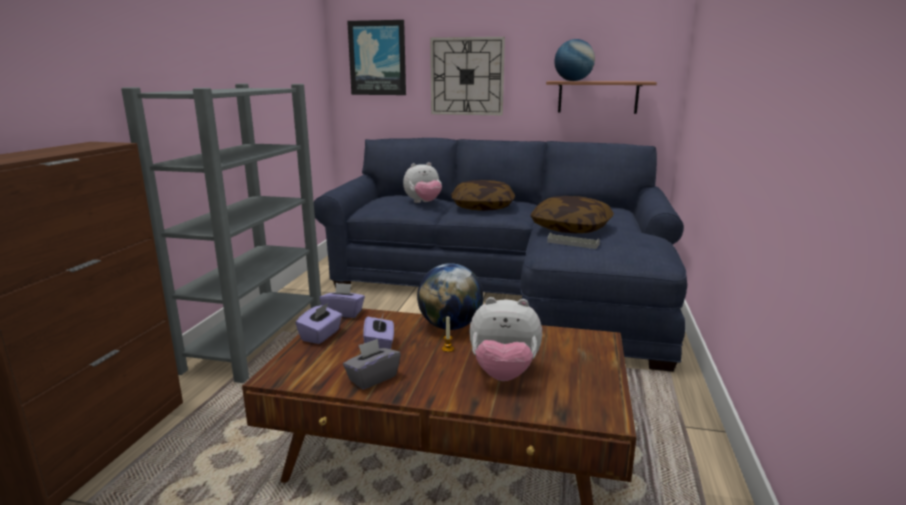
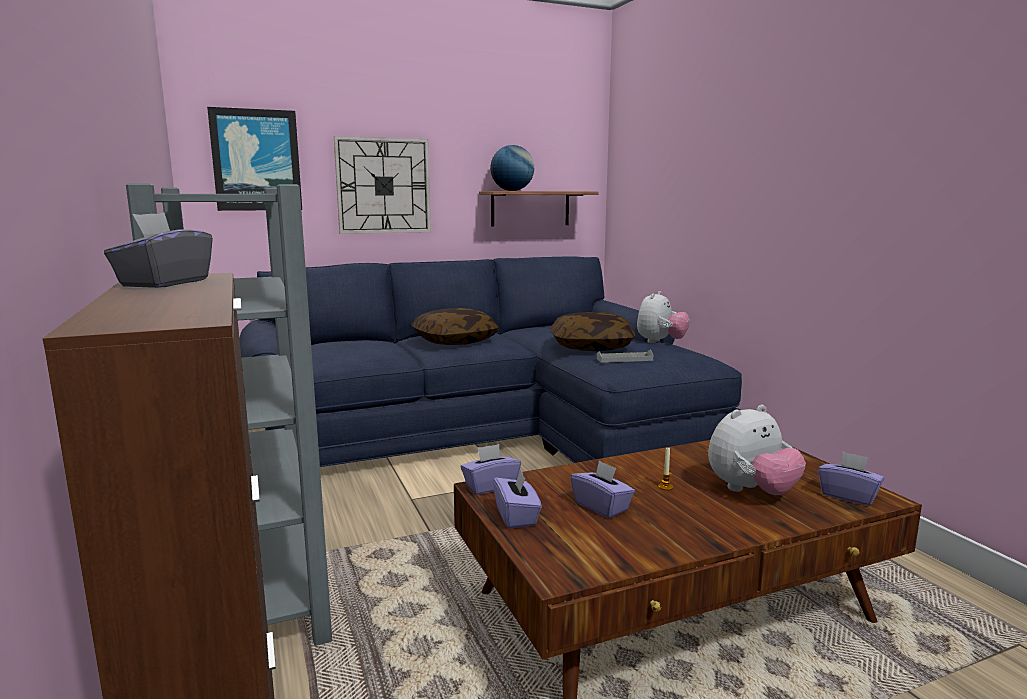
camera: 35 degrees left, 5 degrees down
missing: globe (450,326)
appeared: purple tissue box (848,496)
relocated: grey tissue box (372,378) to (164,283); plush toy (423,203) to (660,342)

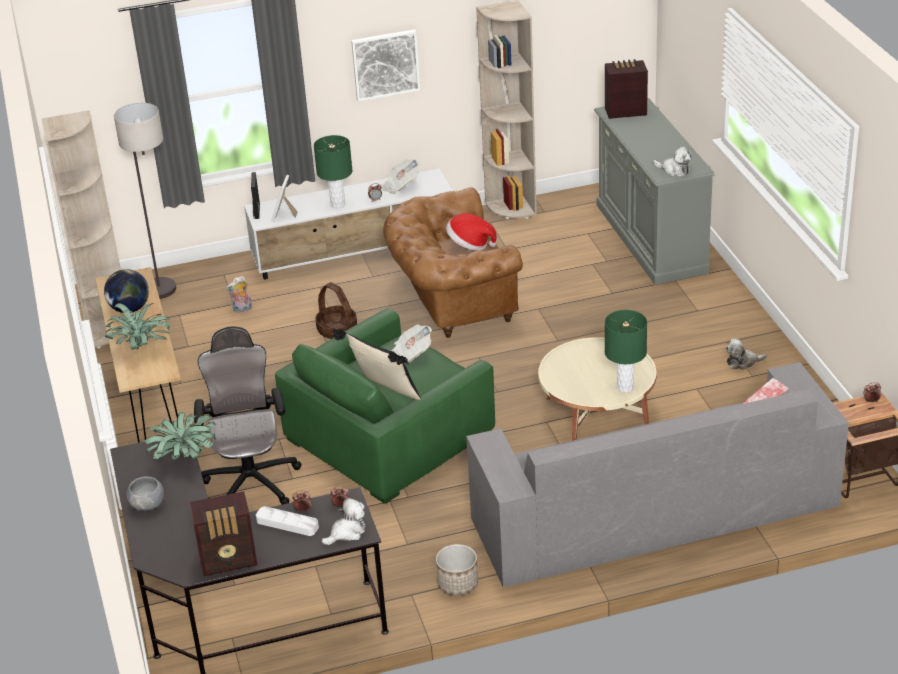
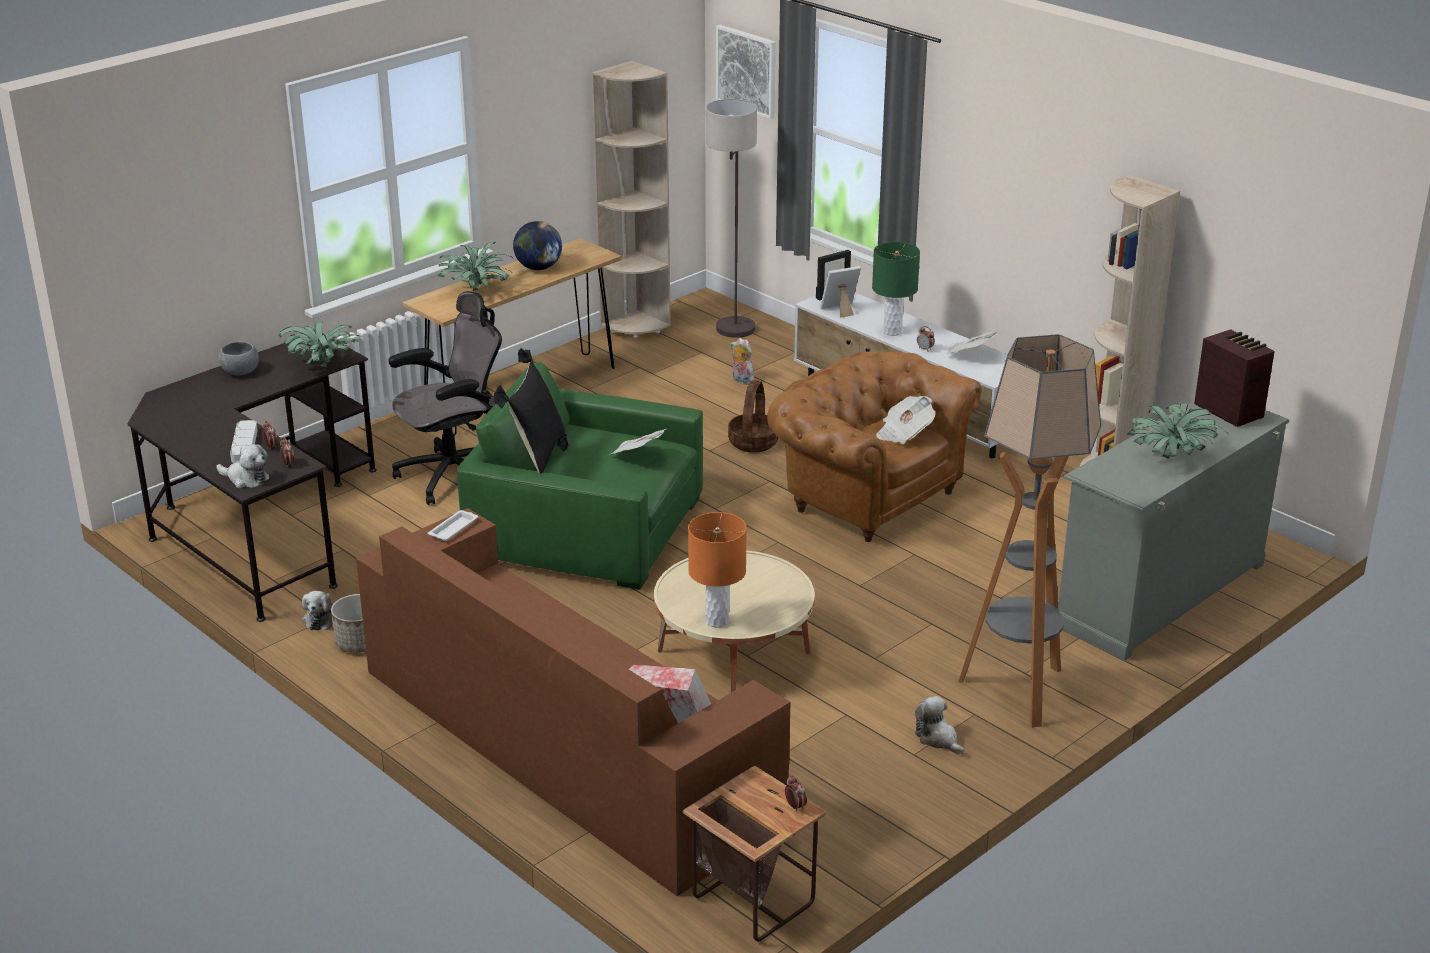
camera: 60 degrees right, 5 degrees down
missing: radio (229,560)
appeared: white tray (454,528); floor lamp (1017,691); potted plant (1171,458)
relocated: picture (385,64) to (747,71); plush toy (674,170) to (321,618)
exchanged: hat (470,244) to newspaper (904,433)
colour: grey sofa (654,512) to brown sofa (565,743); green table lamp (625,387) to orange table lamp (717,621)

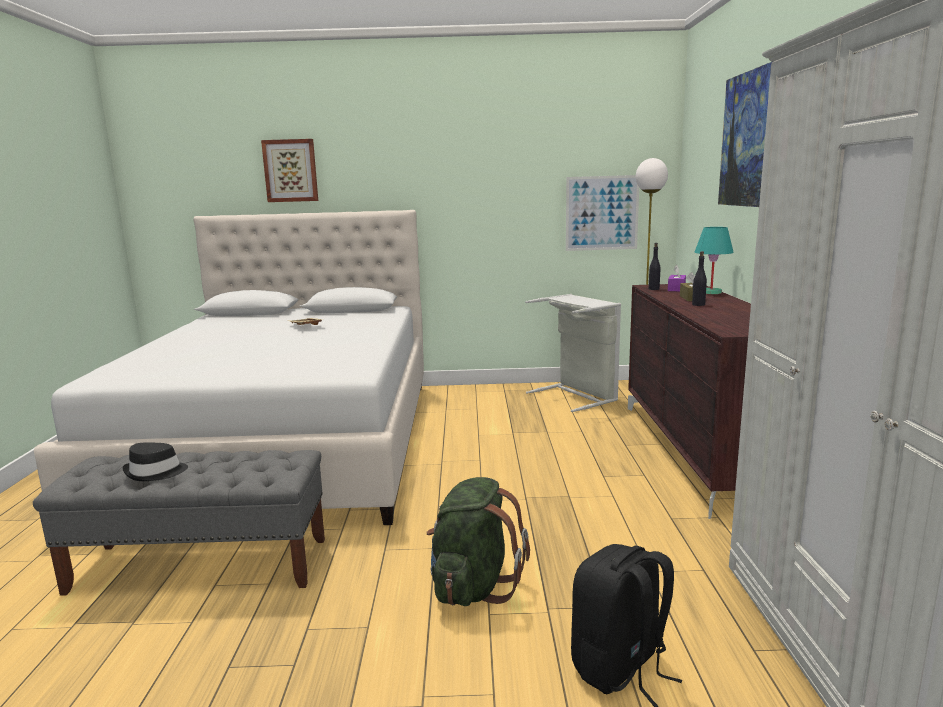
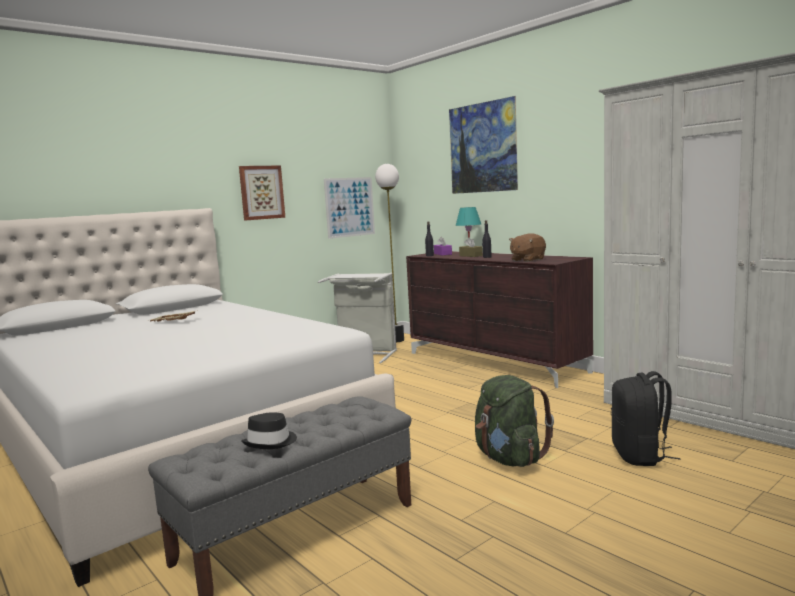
camera: 40 degrees left, 5 degrees down
appeared: brown plush toy (527,260)
relocated: picture (290,171) to (261,192)

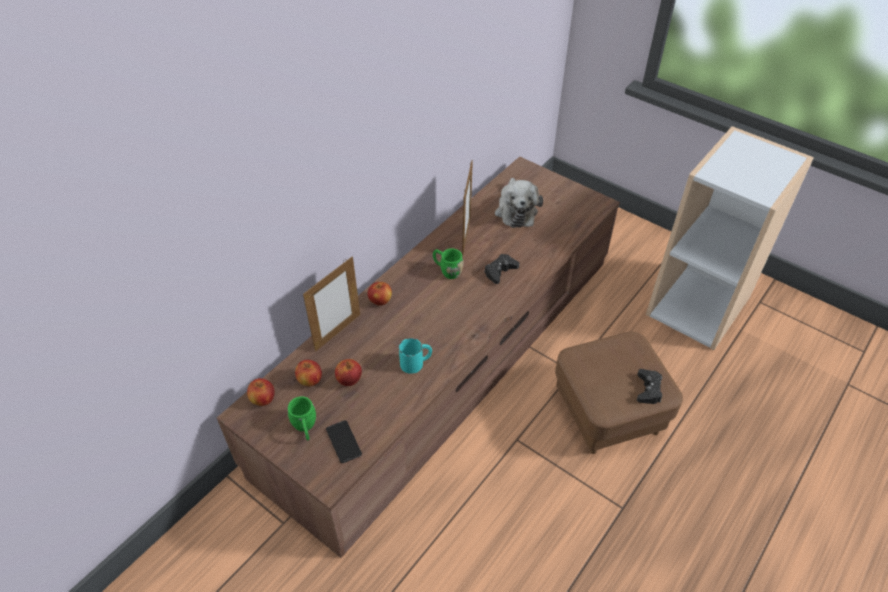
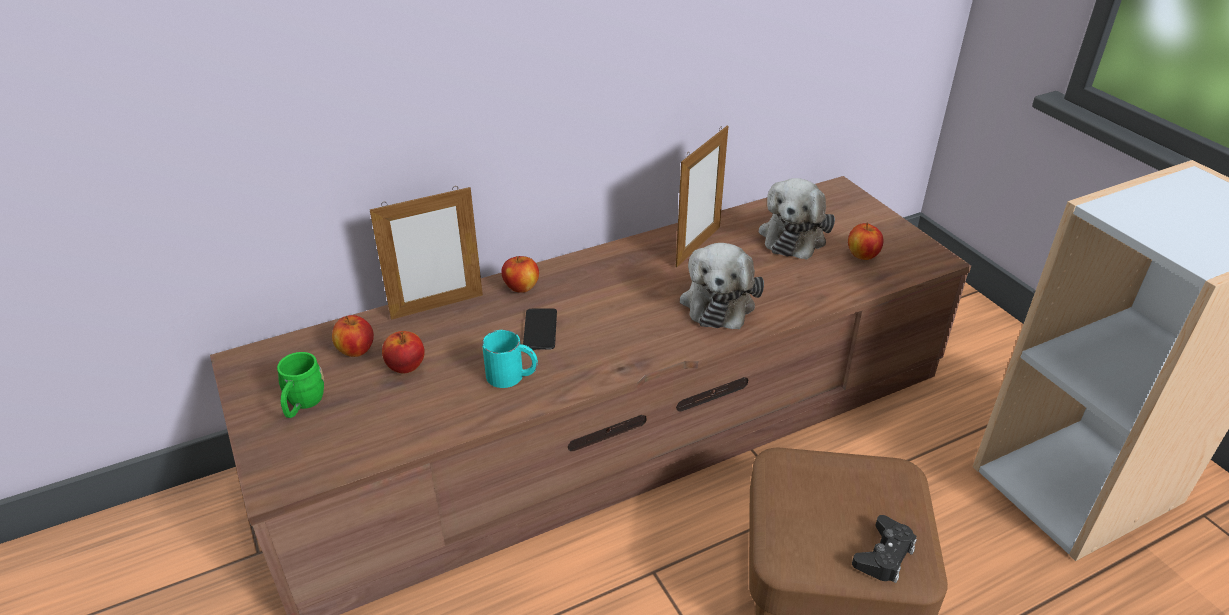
camera: 25 degrees right, 10 degrees down
missing: green mug (447,270)
relocated: apple (263,399) to (862,255); phone (343,442) to (540,330)
exchanged: black game controller (500,271) to plush toy (718,301)

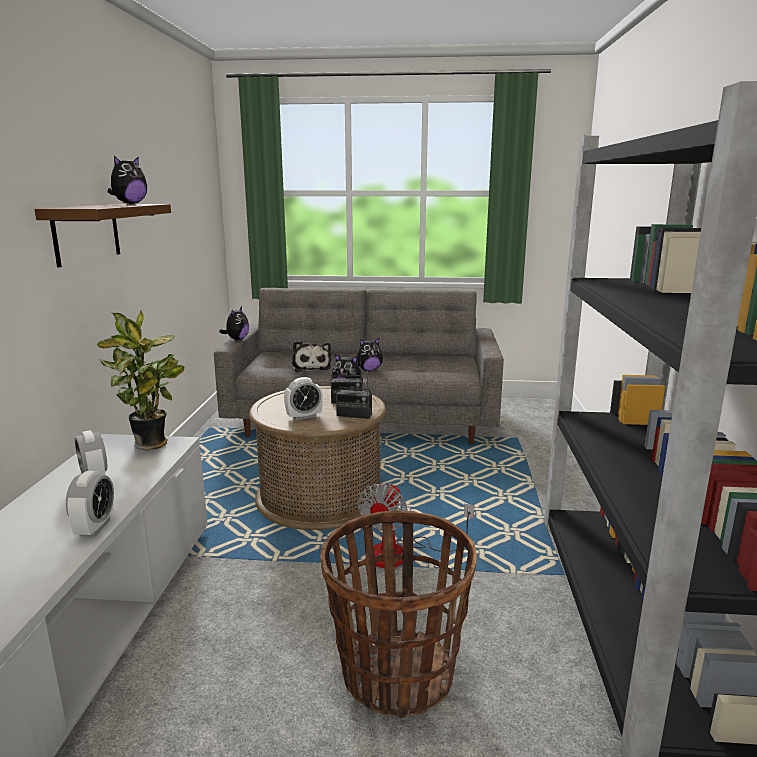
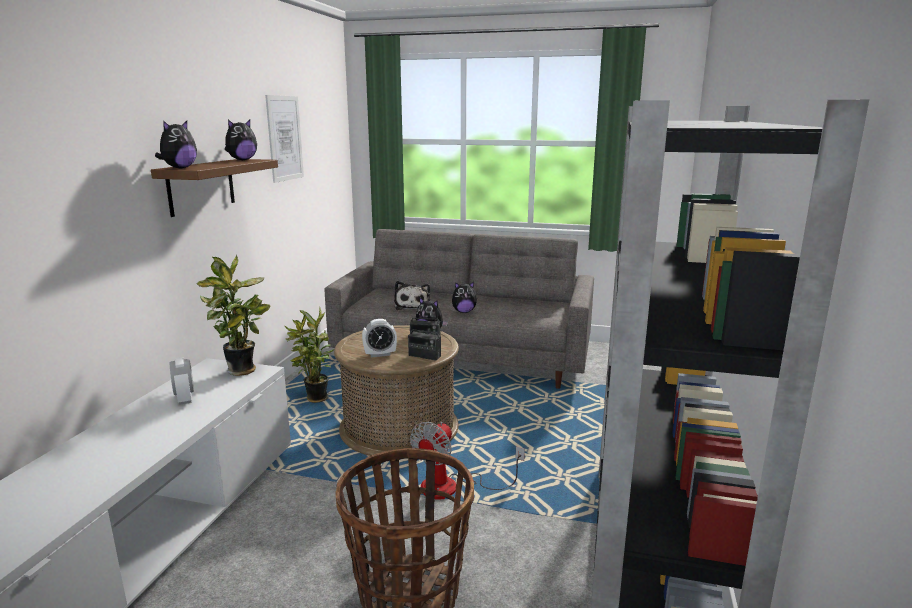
camera: 10 degrees right, 0 degrees up
missing: alarm clock (95,527)
appeared: picture (284,138); potted plant (315,399)
relocated: plush toy (237,339) to (179,168)

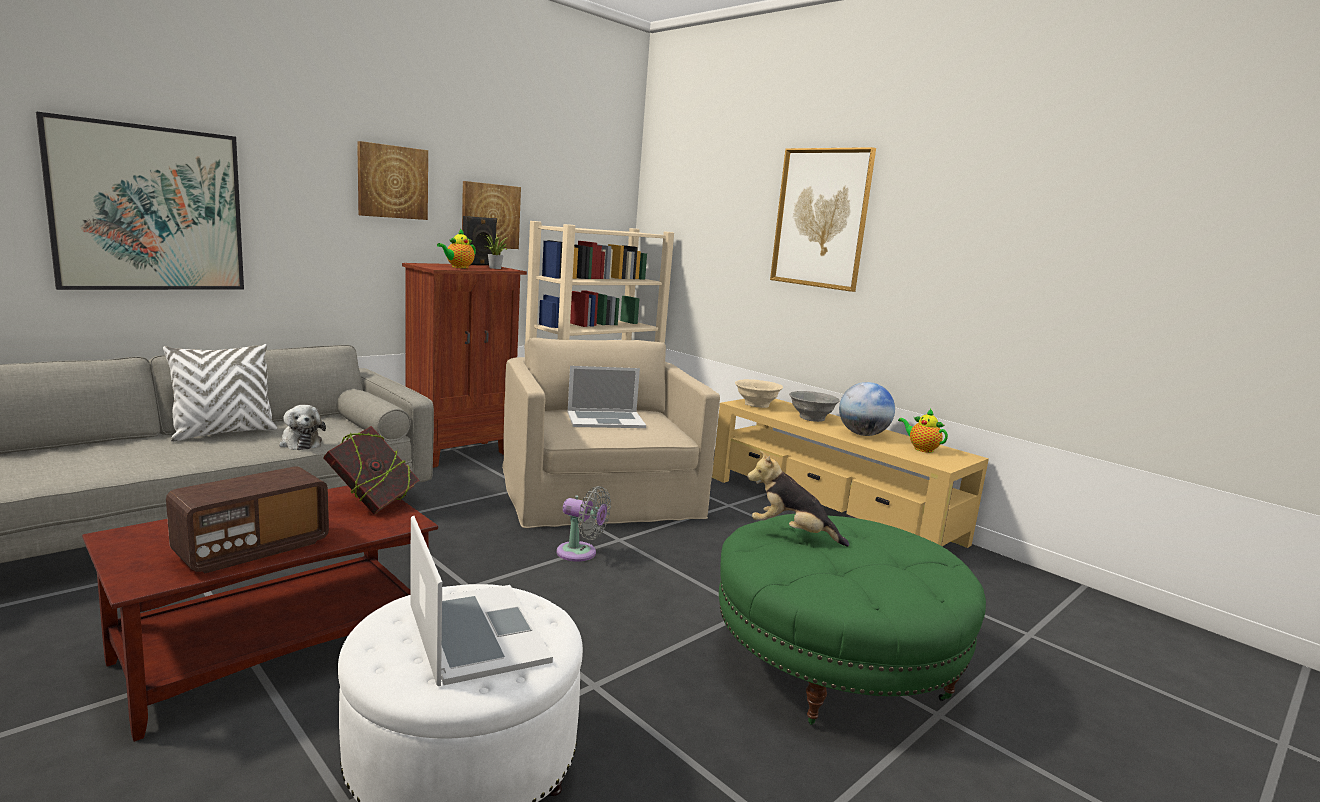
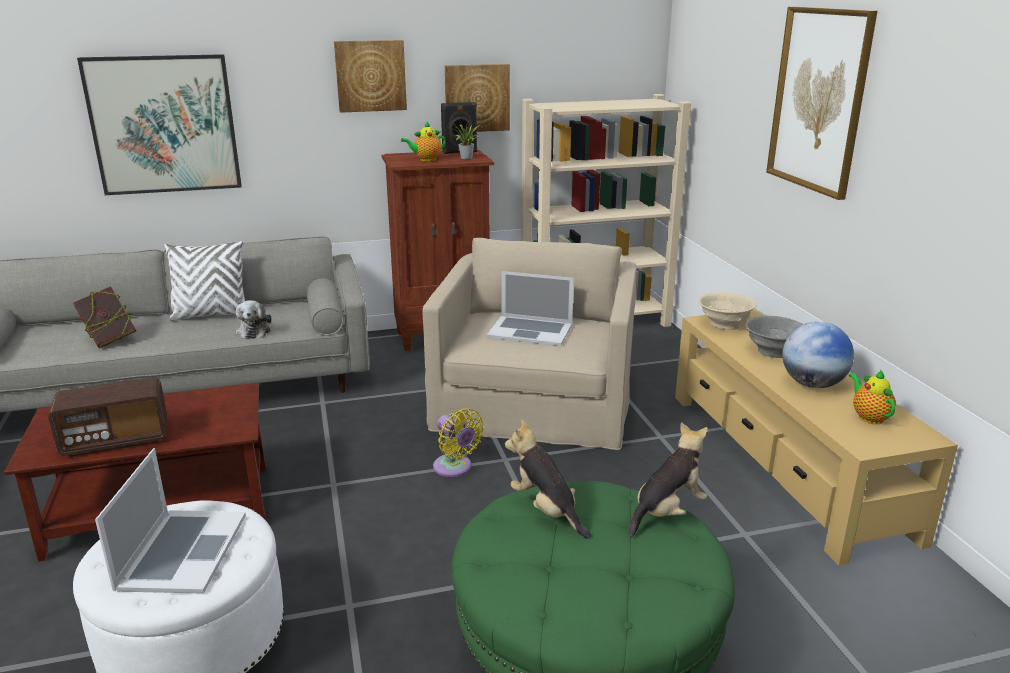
camera: 30 degrees right, 10 degrees up
appeared: plush toy (667,512)
relocated: book (372,504) to (110,340)
colour: grey fan (580,553) to yellow fan (455,468)

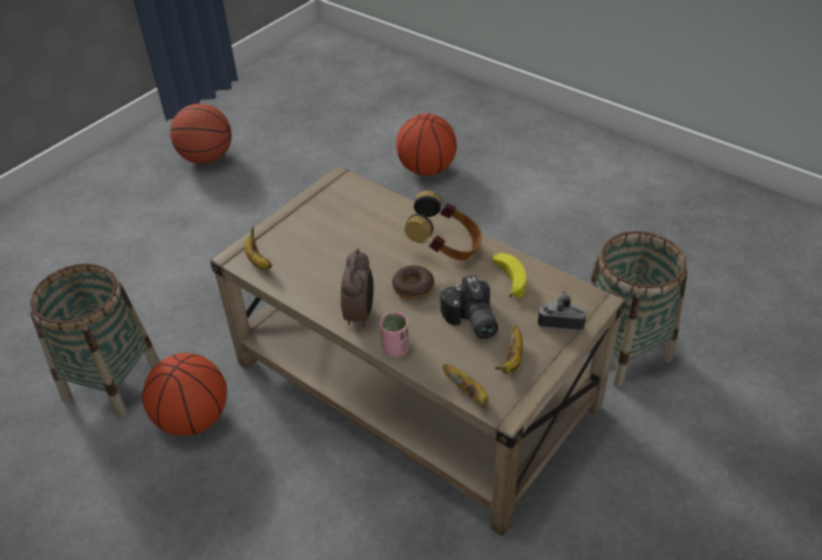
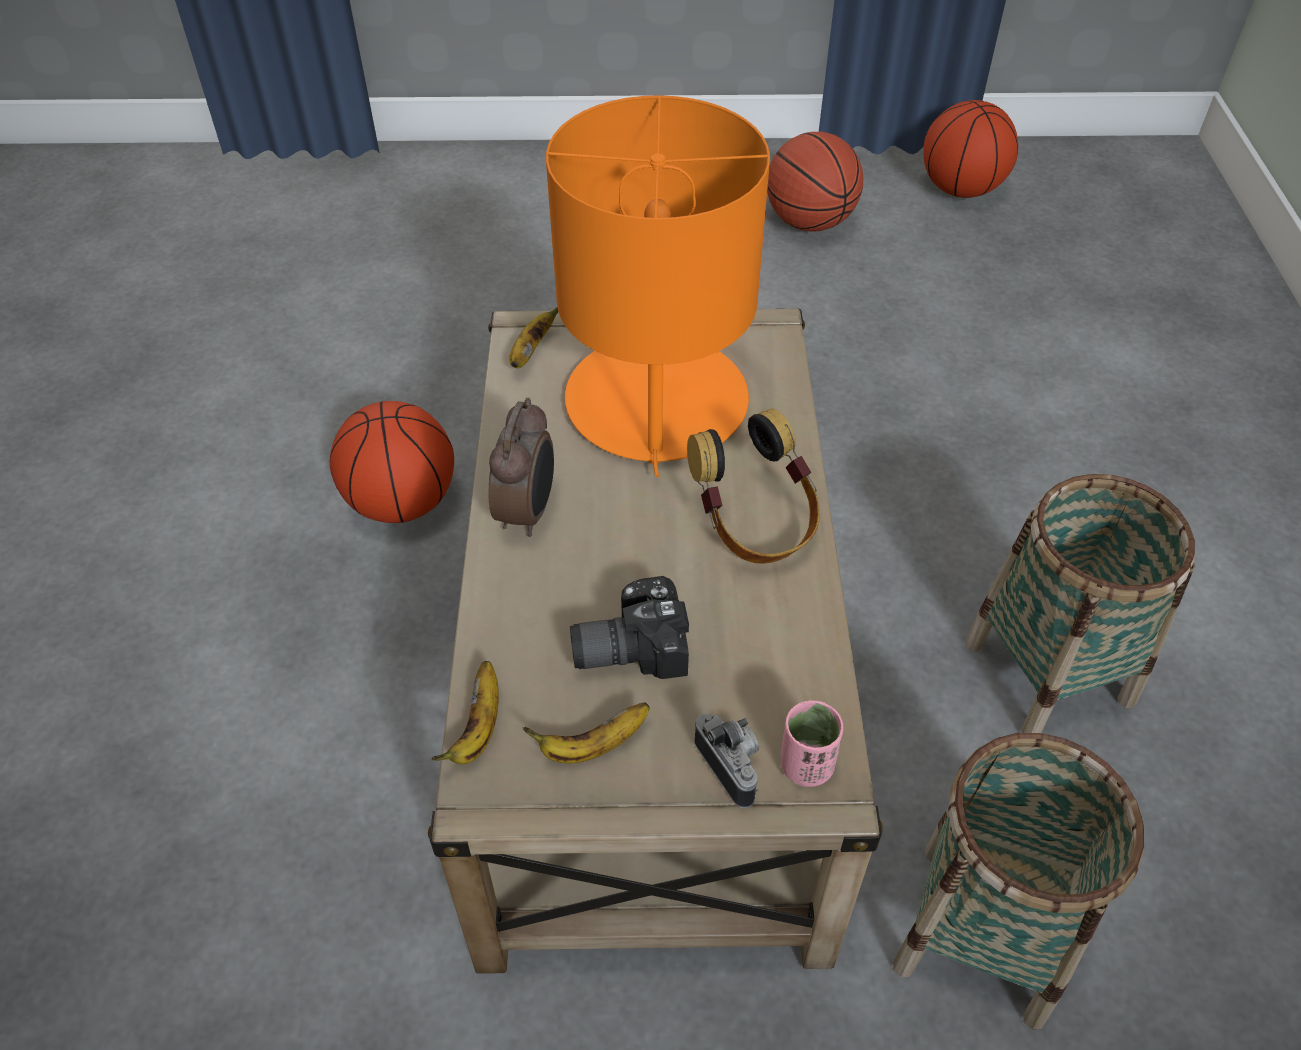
camera: 50 degrees right, 5 degrees up
missing: donut (413,287); banana (507,279)
appeared: orange table lamp (656,403)
relocated: basket (112,381) to (1048,672); pink cup (395,348) to (806,765); basketball (427,169) to (961,190)
spun: alarm clock (360,314) = (528,512) 45 degrees counterclockwise; photo camera (470,321) = (627,645) 45 degrees clockwise

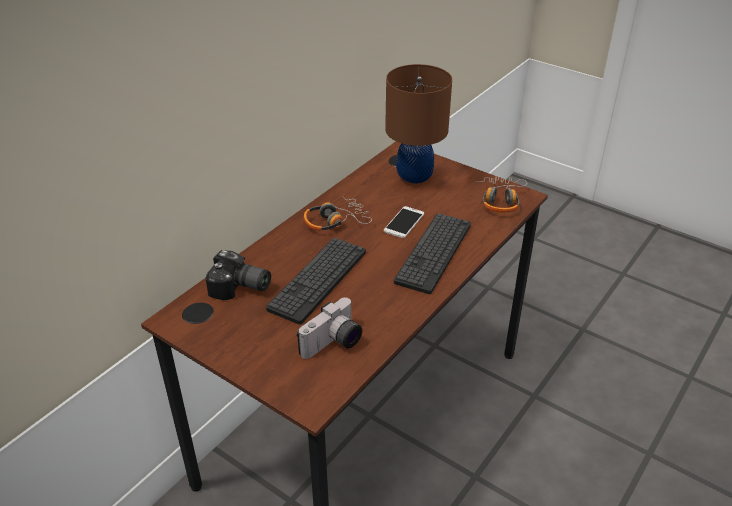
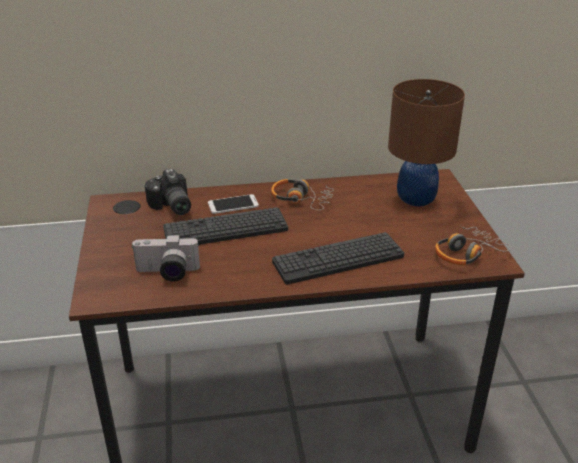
camera: 45 degrees right, 5 degrees down
relocated: phone (404,222) to (233,204)

